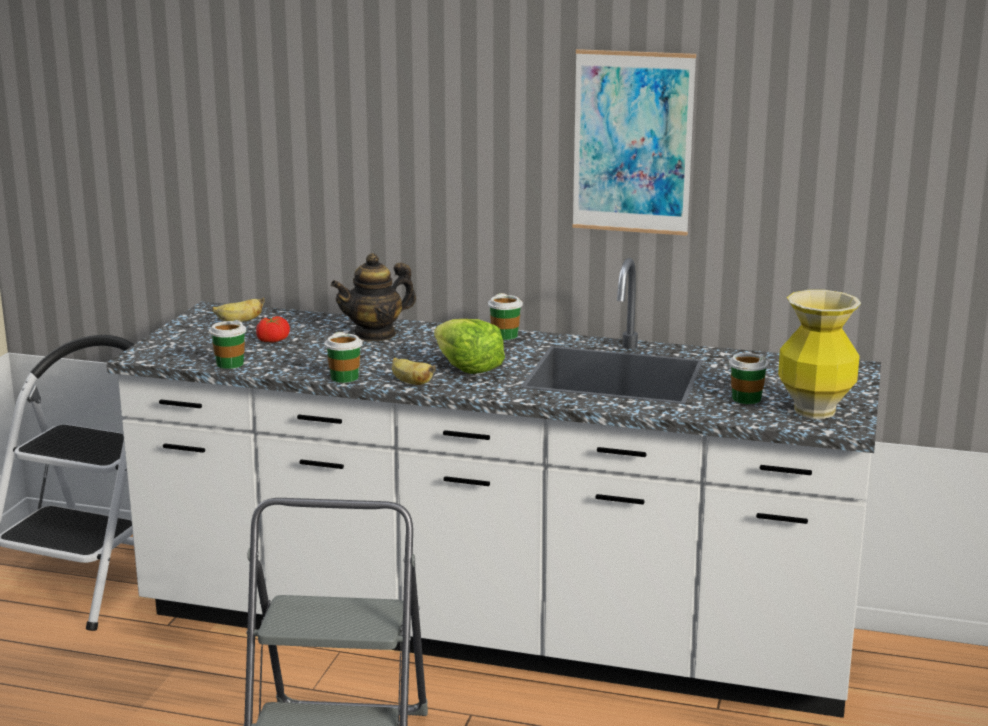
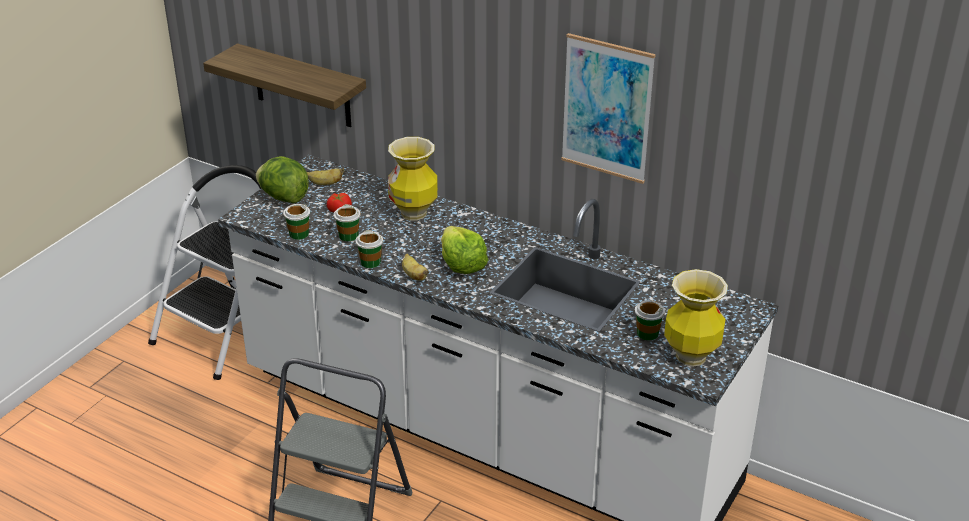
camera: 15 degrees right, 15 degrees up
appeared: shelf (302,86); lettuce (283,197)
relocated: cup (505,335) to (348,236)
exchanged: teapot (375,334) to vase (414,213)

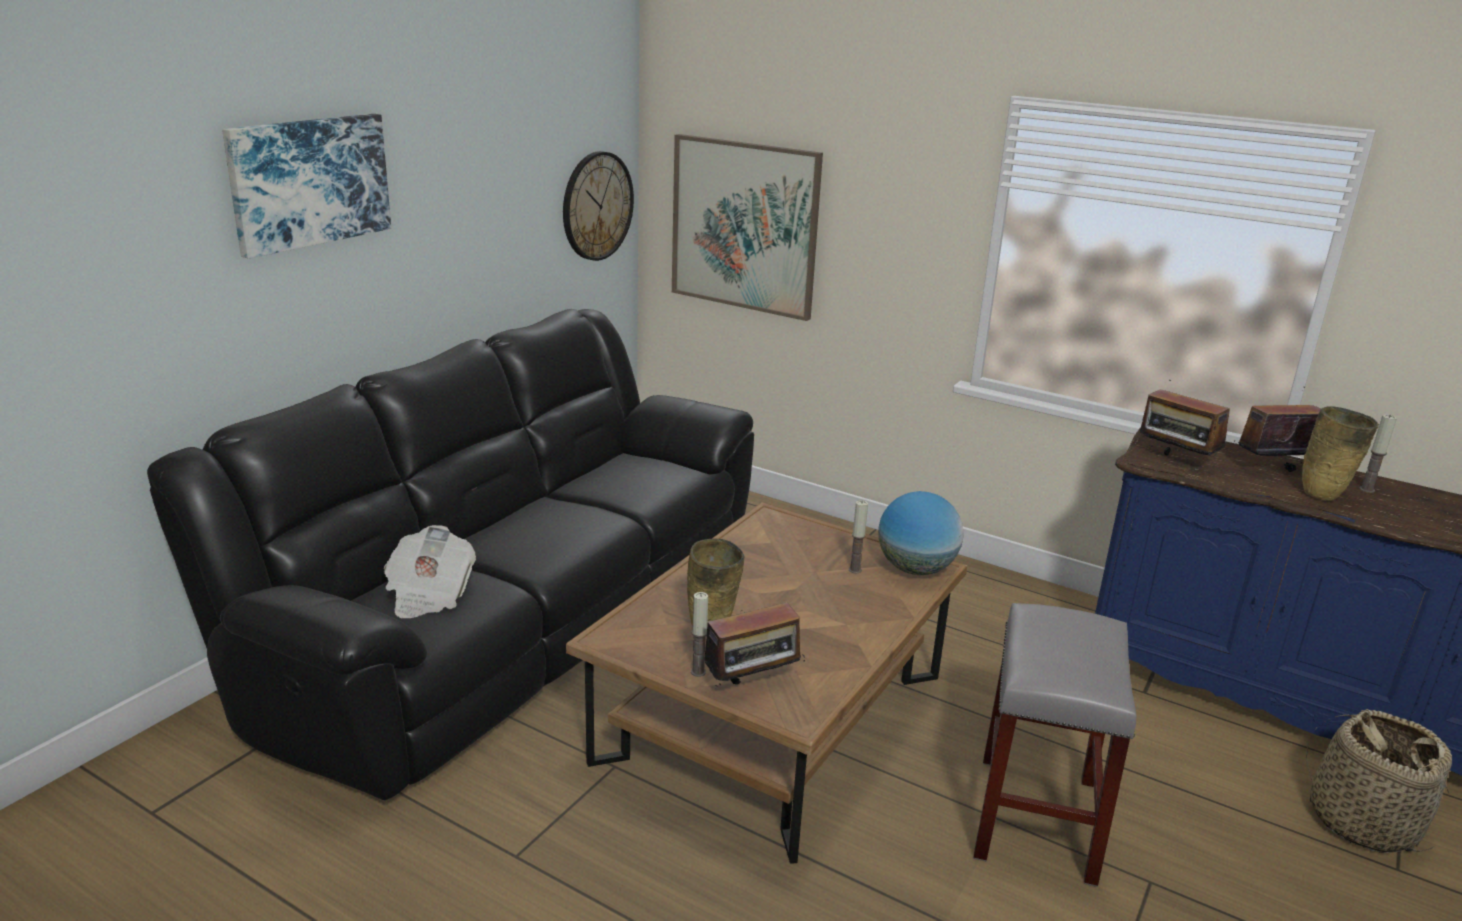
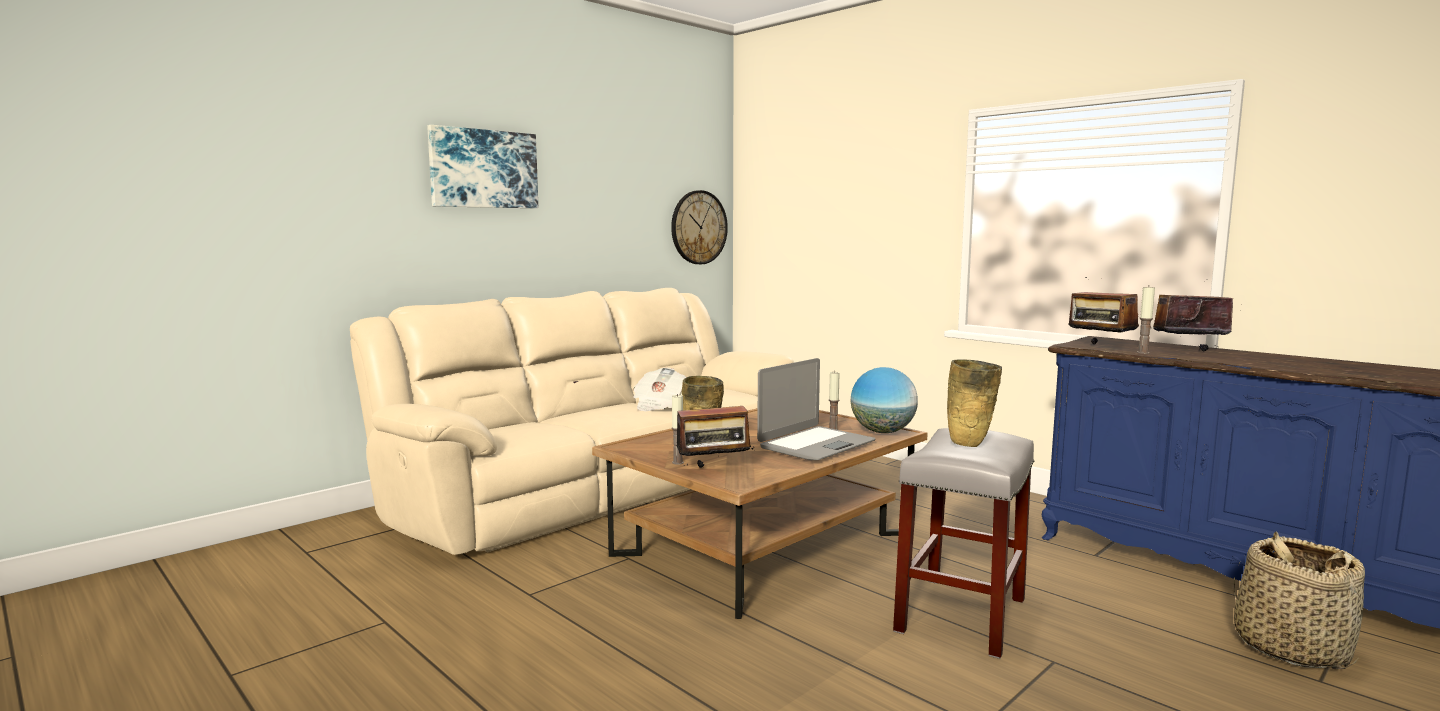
camera: 15 degrees right, 15 degrees down
missing: picture (744,226)
appeared: laptop (816,445)
relocated: newspaper (428,594) to (658,405); beige vase (1324,496) to (970,444); candle (1366,489) to (1143,352)
colour: black sofa (512,616) to beige sofa (599,484)

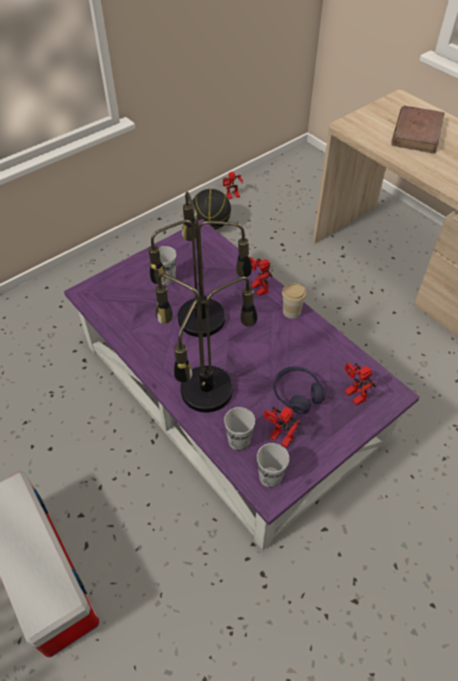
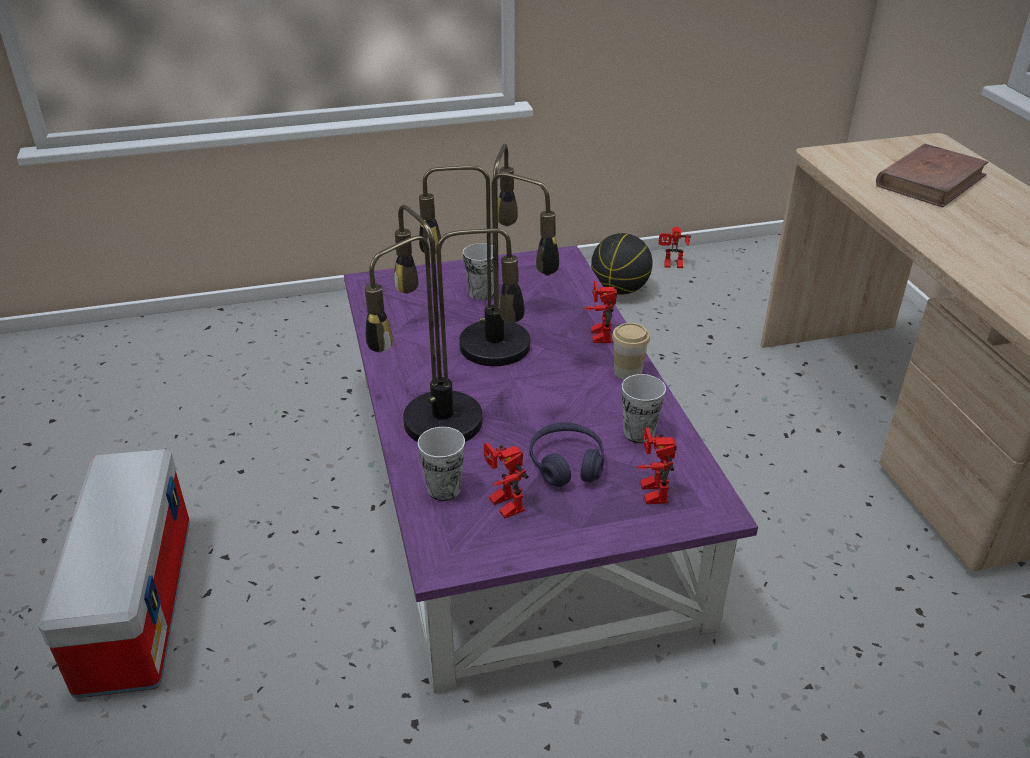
camera: 25 degrees right, 15 degrees down
relocated: cup (270,477) to (639,433)

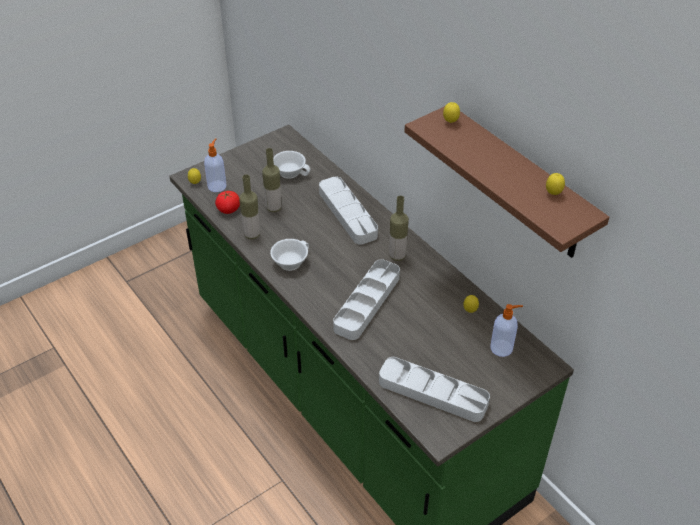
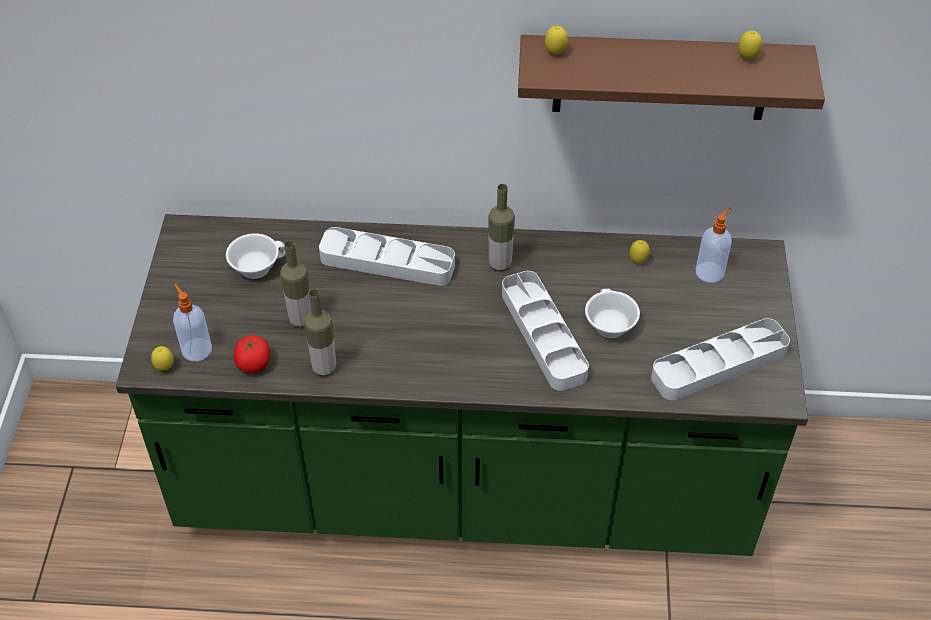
camera: 50 degrees left, 5 degrees up
relocated: white cup (289,261) to (607,325)

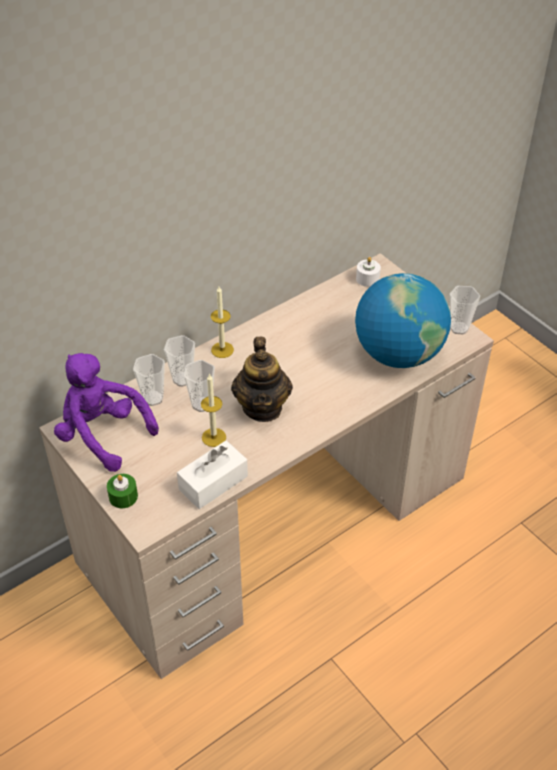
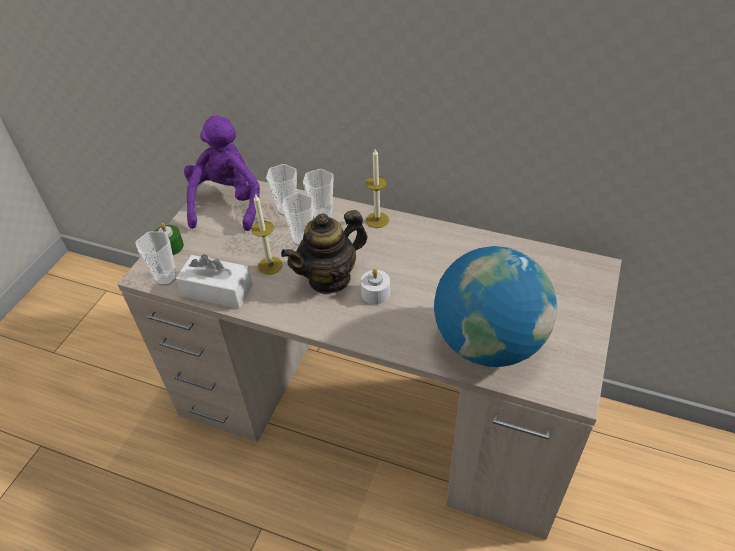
camera: 60 degrees right, 0 degrees up
relocated: white candle (367,279) to (375,293); cup (459,328) to (166,278)

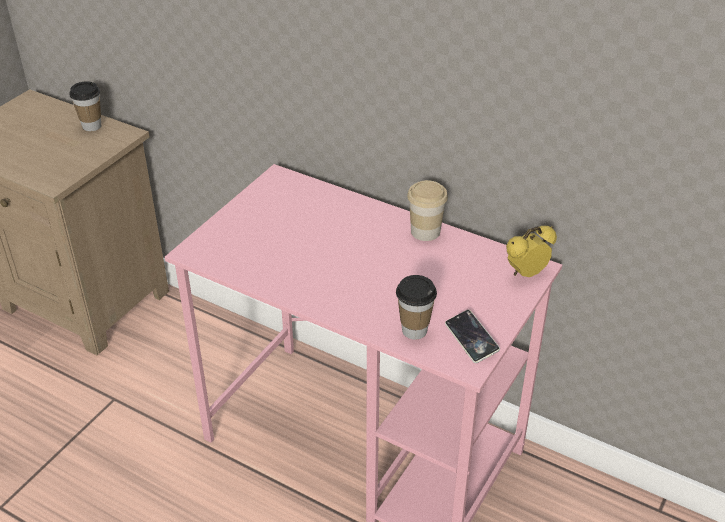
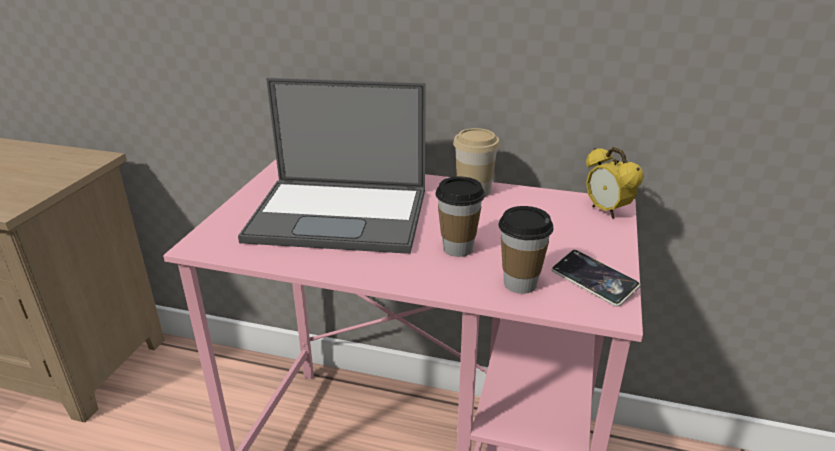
camera: 15 degrees left, 10 degrees down
appeared: laptop (341,215)
relocated: cup (92,126) to (458,248)
spun: alarm clock (526,274) = (606,211) 75 degrees counterclockwise

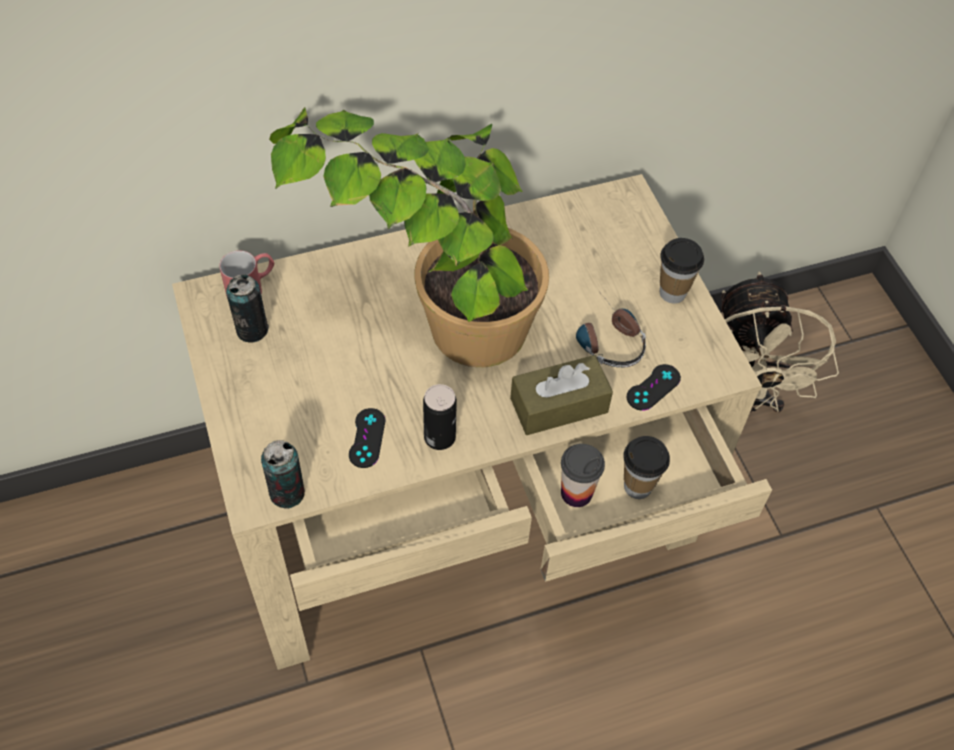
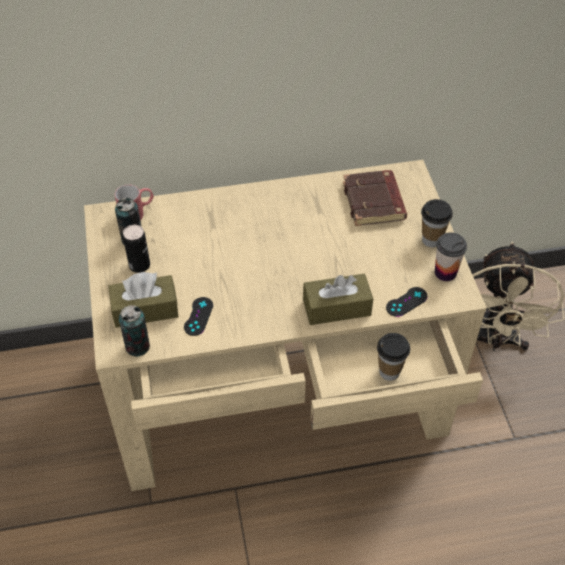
camera: 10 degrees right, 5 degrees down
missing: potted plant (430,313); headphones (605,338)
appeared: brown tissue box (145,309); brown book (375,202)
relocated: can (439,437) to (139,265); cup (576,493) to (445,272)

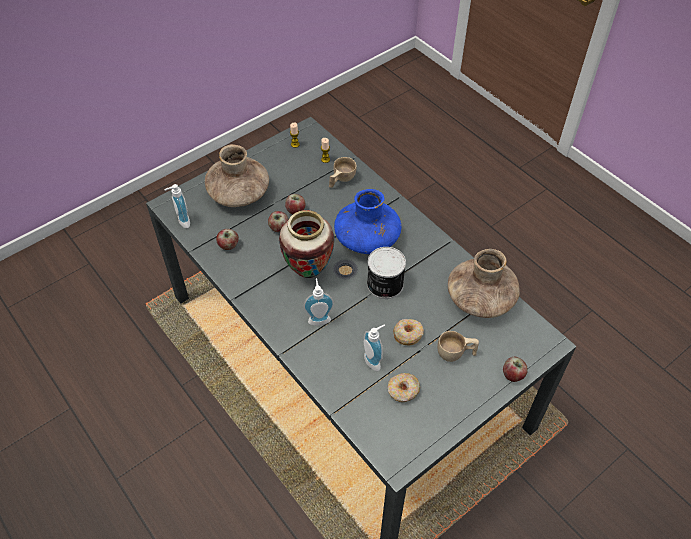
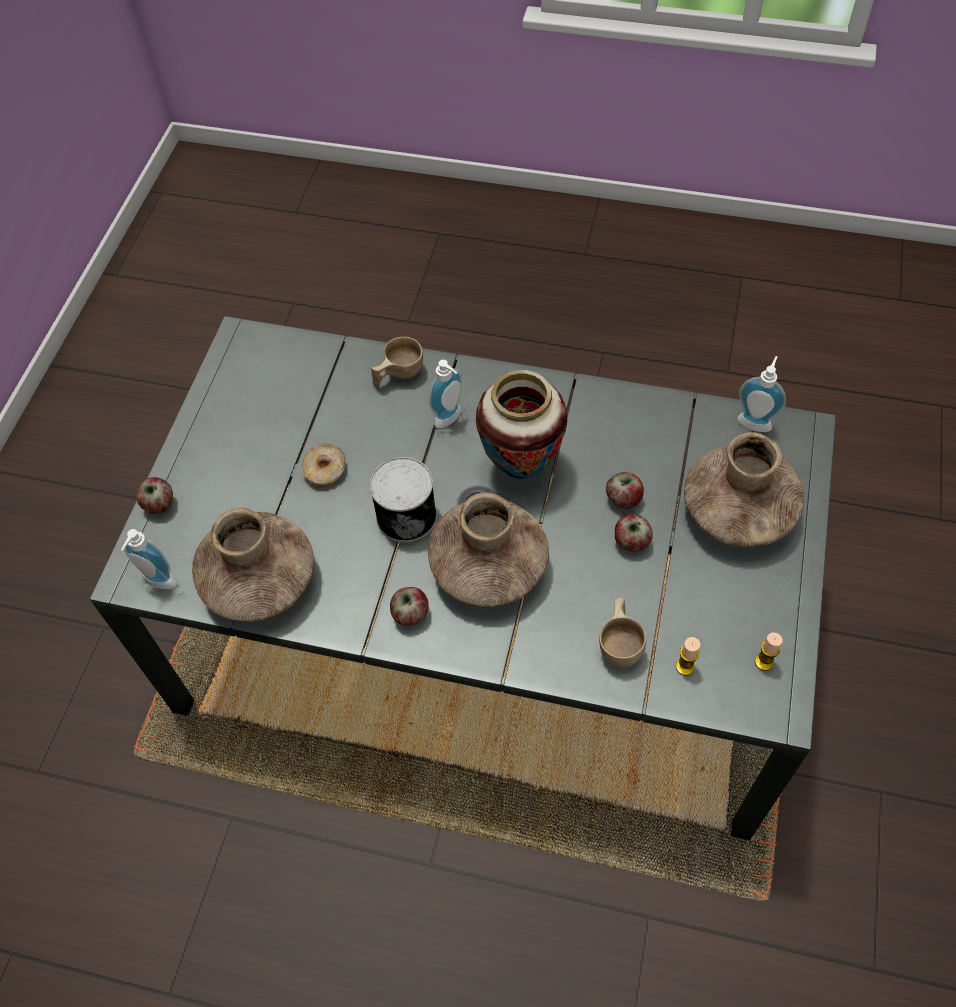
camera: 145 degrees right, 5 degrees up
missing: donut (403,391)
relocated: apple (228,245) to (410,614); soap dispenser (374,360) to (157,584); beige cup (456,354) to (397,374)
colour: blue vase (367,238) to brown vase (489,567)

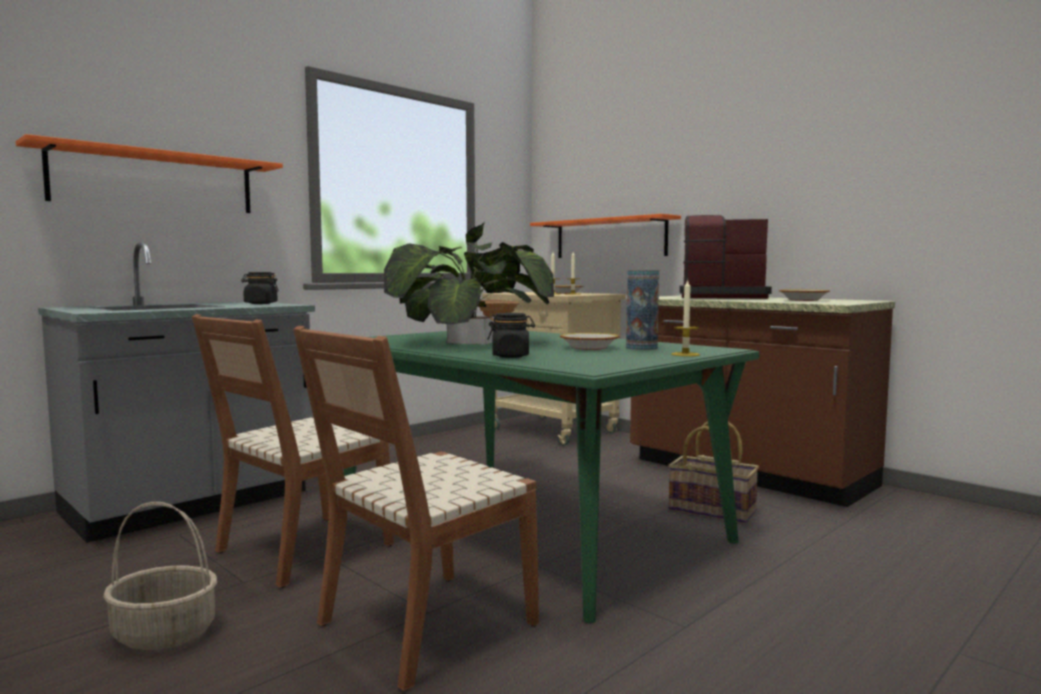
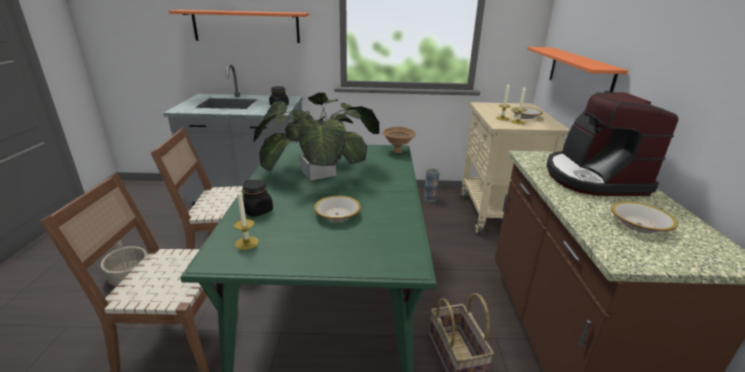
camera: 45 degrees right, 20 degrees up
relocated: vase (641,348) to (430,199); candle (685,354) to (246,243)
spun: coffee machine (721,297) = (592,178) 150 degrees counterclockwise

